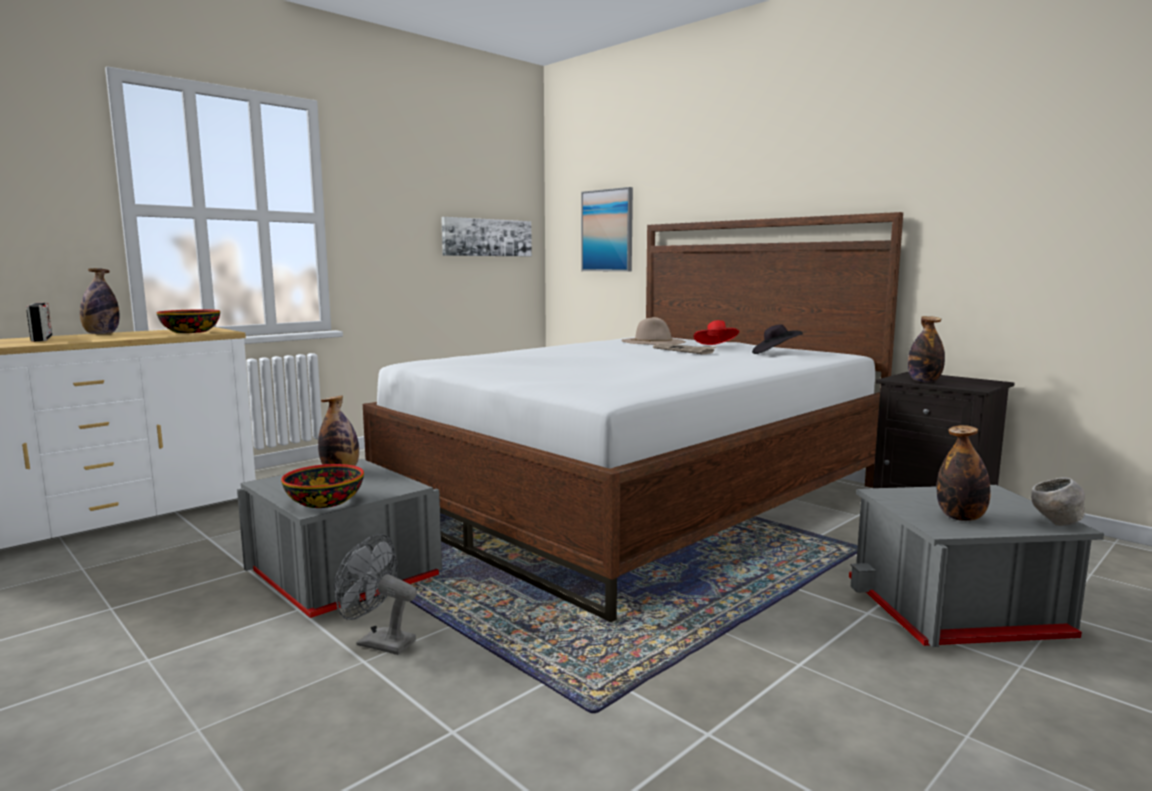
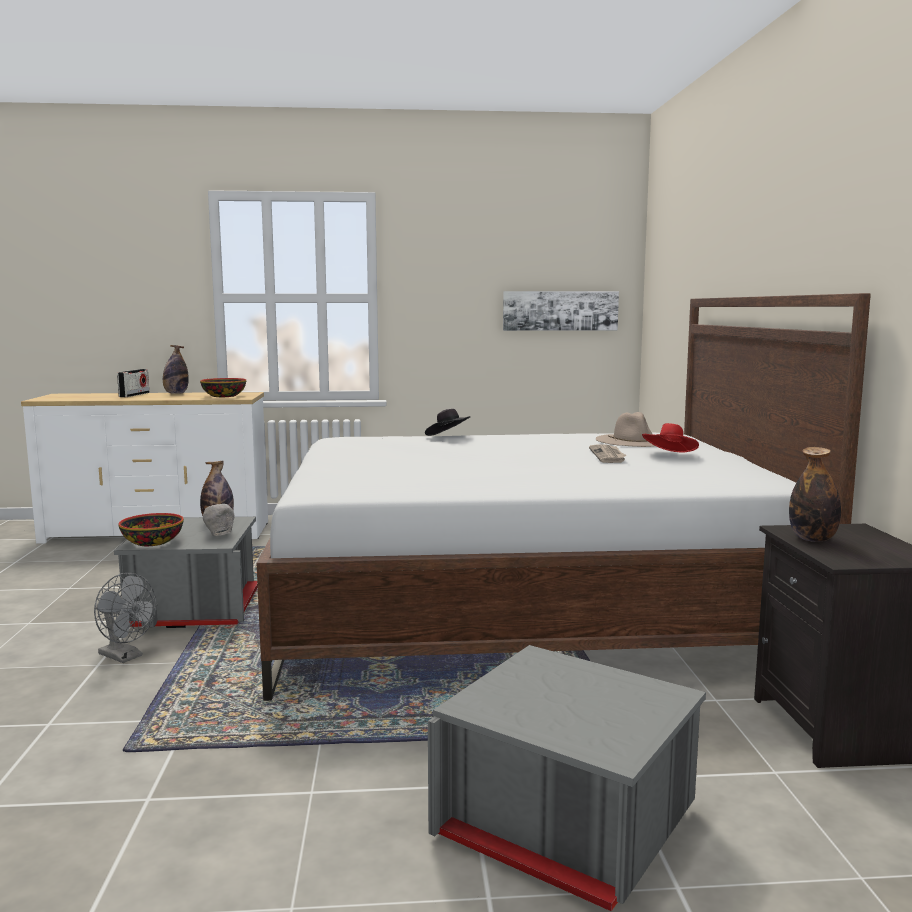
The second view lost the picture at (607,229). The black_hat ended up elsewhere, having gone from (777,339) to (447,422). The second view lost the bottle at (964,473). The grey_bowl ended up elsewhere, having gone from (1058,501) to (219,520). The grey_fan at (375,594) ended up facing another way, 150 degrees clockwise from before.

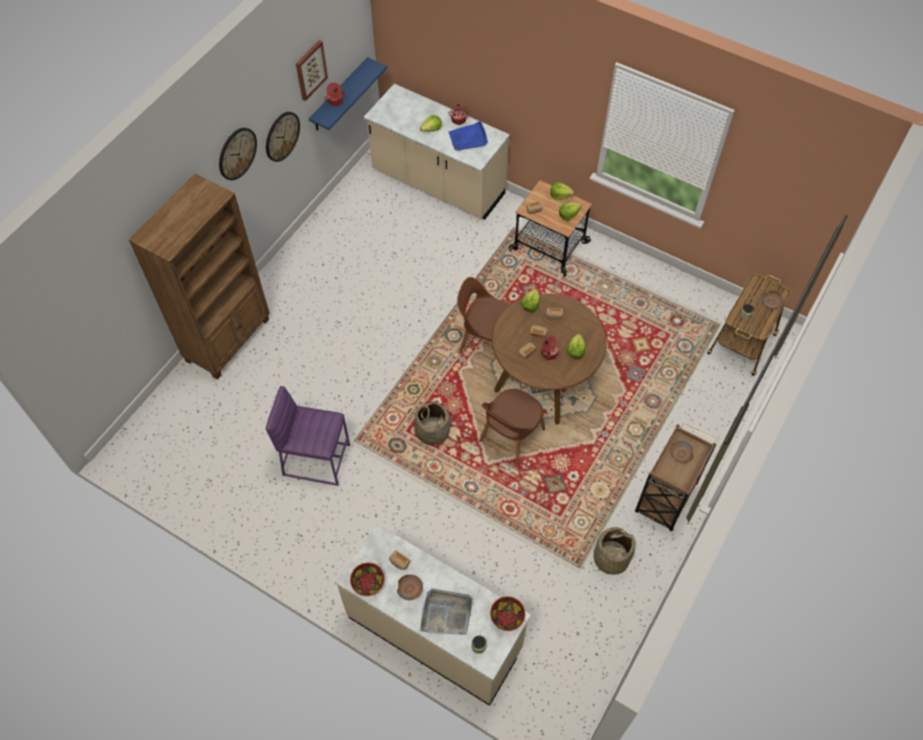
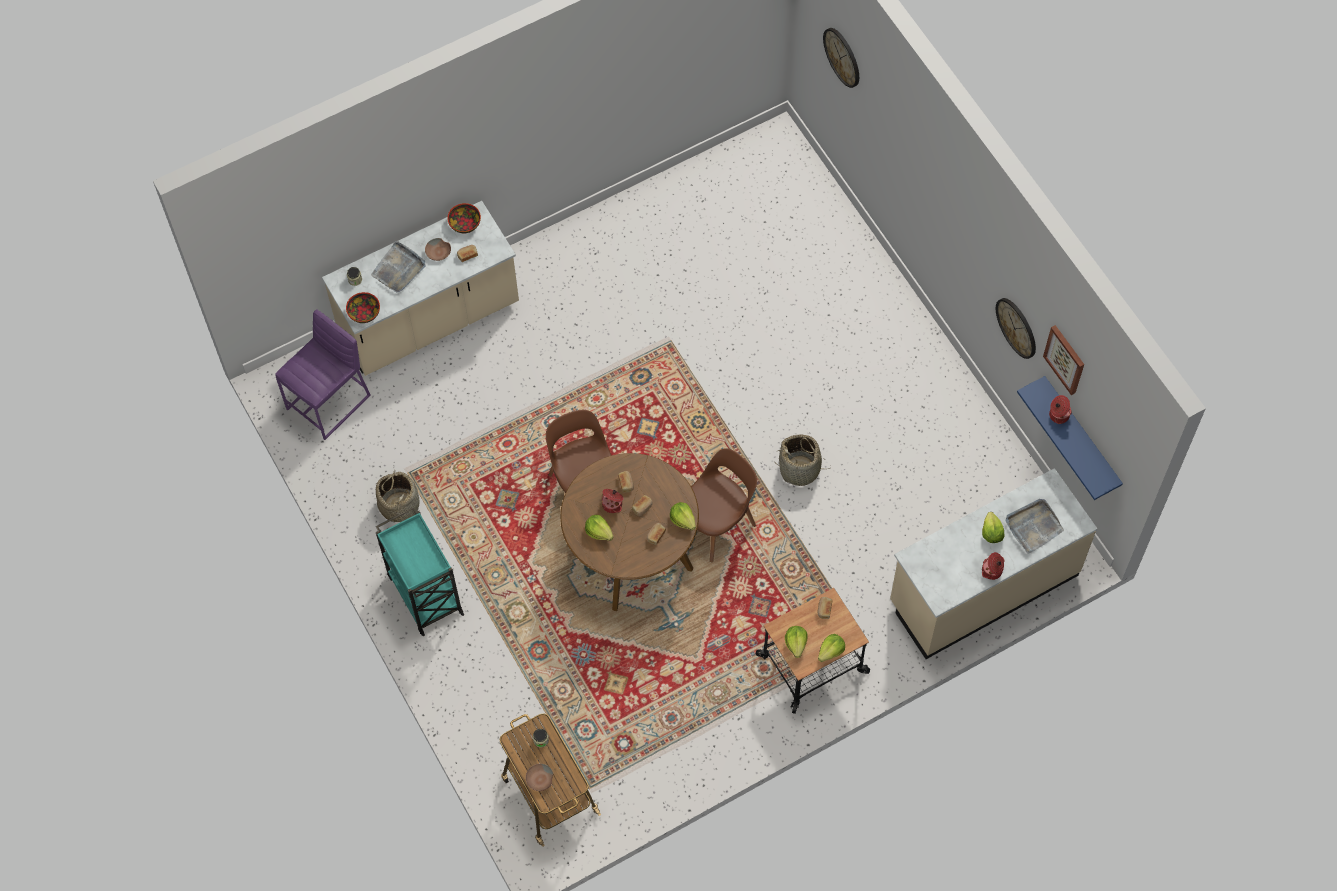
The second view lost the blue_tray at (468,136). The wall_clock ended up elsewhere, having gone from (238,154) to (841,58). The second view lost the brown_bookcase at (199,277). The purple_stool ended up elsewhere, having gone from (308,436) to (322,374). The basket ended up elsewhere, having gone from (432,424) to (802,460). What was the brown_cart at (675,476) turned into the turquoise_cart at (420,572). The second view lost the brown_bowl at (682,452). The second view gained the grey_tray at (1035,526).

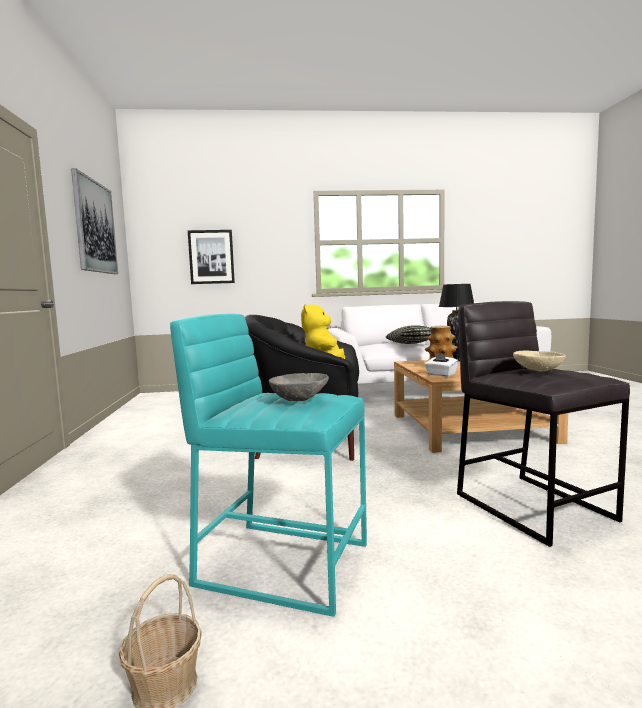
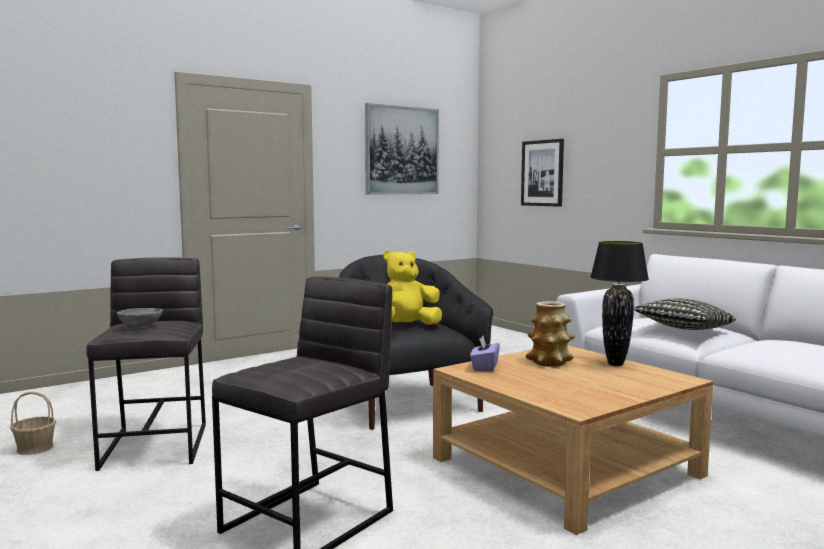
What was the turquoise_stool at (268,465) turned into the grey_stool at (146,364). The second view lost the beige_bowl at (539,361). What was the white_tissue_box at (441,365) turned into the purple_tissue_box at (485,354).

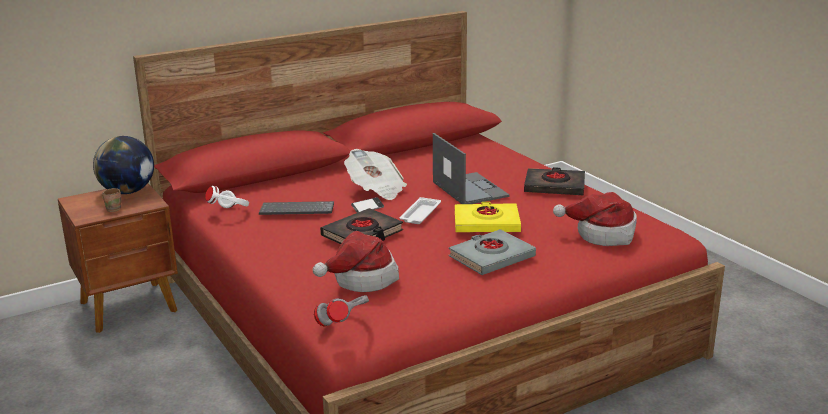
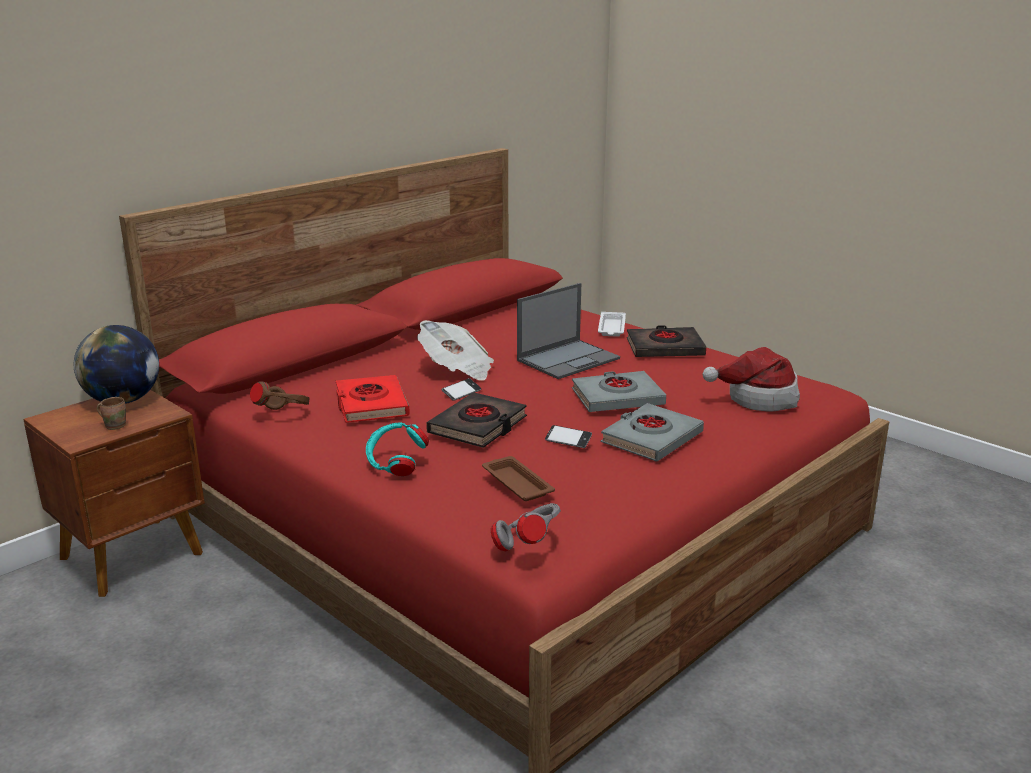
The laptop at (471,168) ended up facing another way, 90 degrees clockwise from before. What was the white_headphones at (227,197) turned into the brown_headphones at (279,395). The white_tray ended up elsewhere, having gone from (420,210) to (612,324). Where the keyboard stood at (296,208), the red_book came to stand at (373,399). What was the yellow_book at (488,217) turned into the grey_book at (619,391). Where the hat stood at (356,261), the brown_tray came to stand at (518,478). The second view gained the turquoise_headphones at (397,449). The second view gained the phone at (568,436).

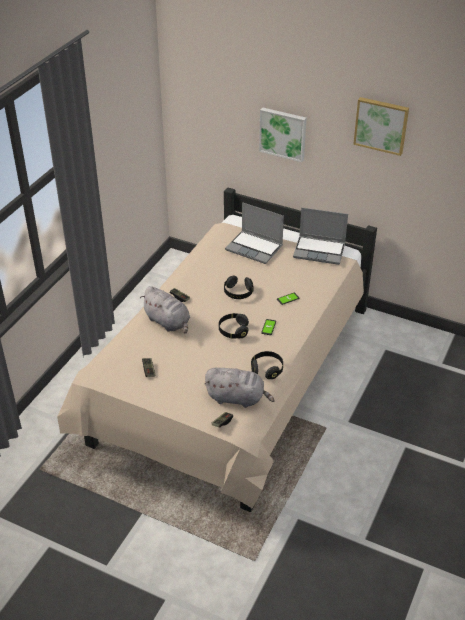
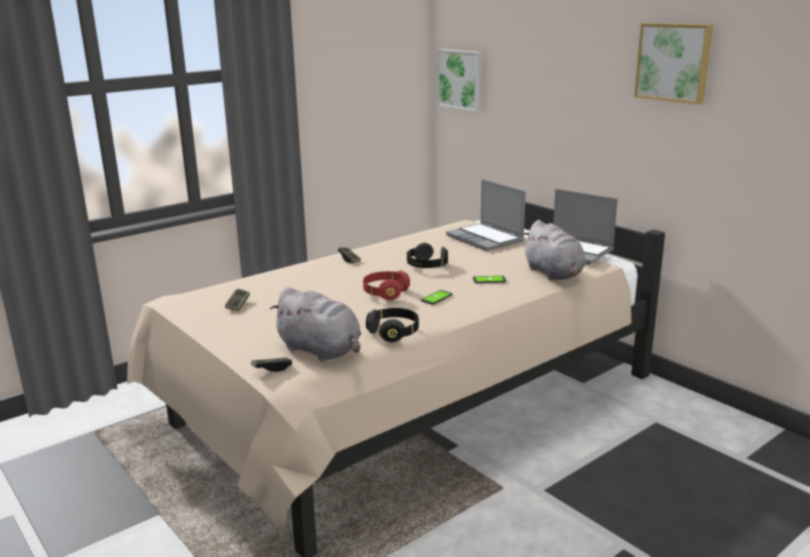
The picture ended up elsewhere, having gone from (283,134) to (460,80). The grey_plush_toy ended up elsewhere, having gone from (165,310) to (554,250). What was the black_headphones at (234,326) turned into the red_headphones at (386,285).

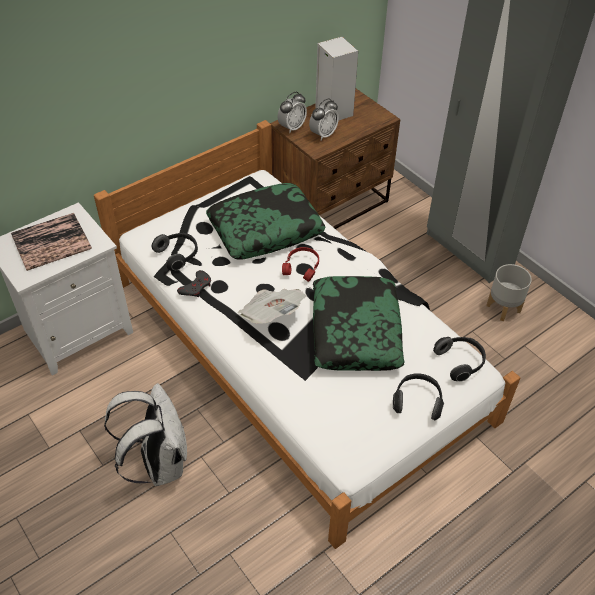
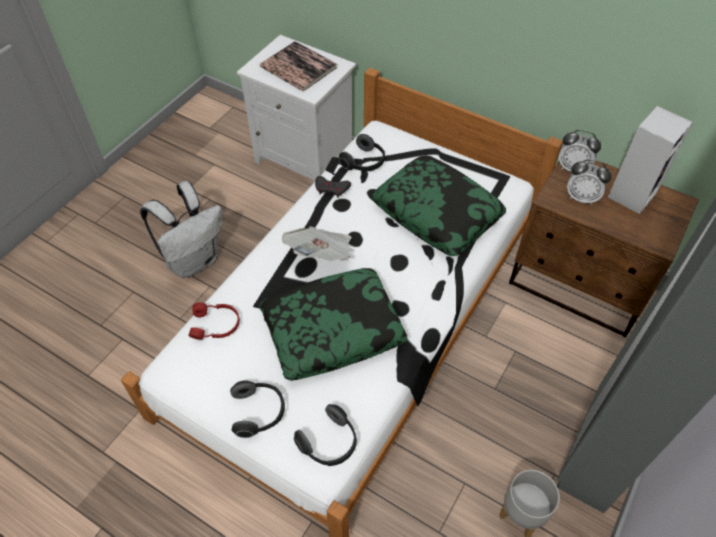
The red_headphones ended up elsewhere, having gone from (300,264) to (214,321).

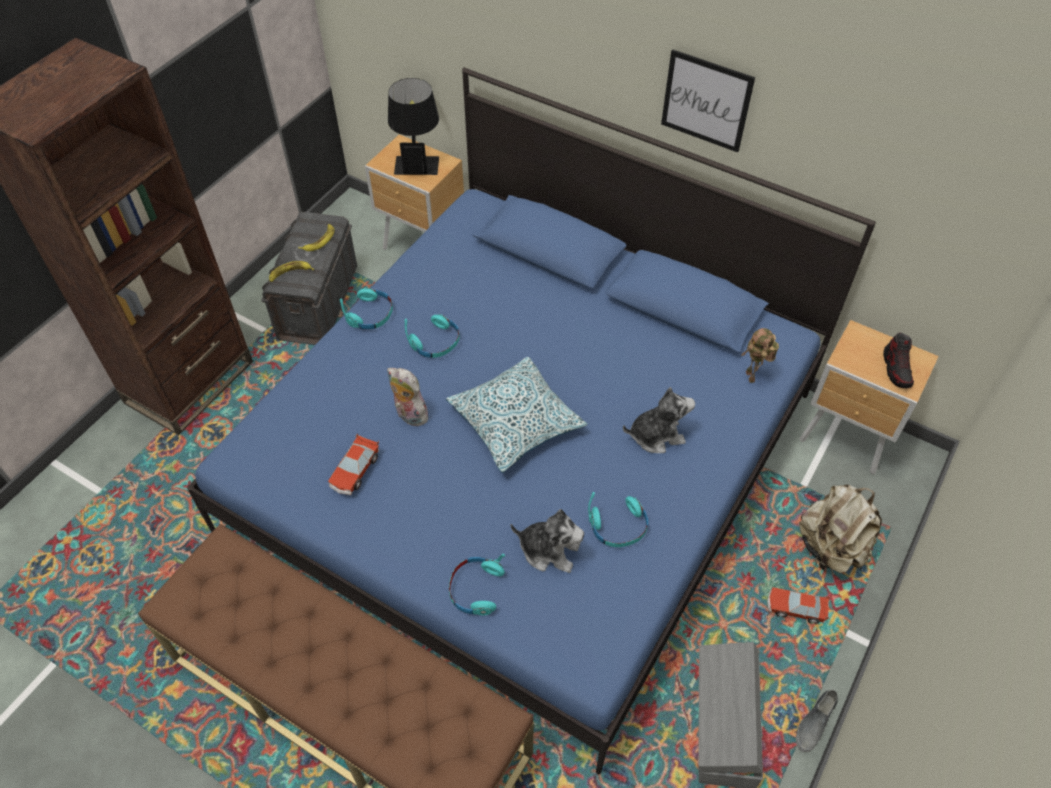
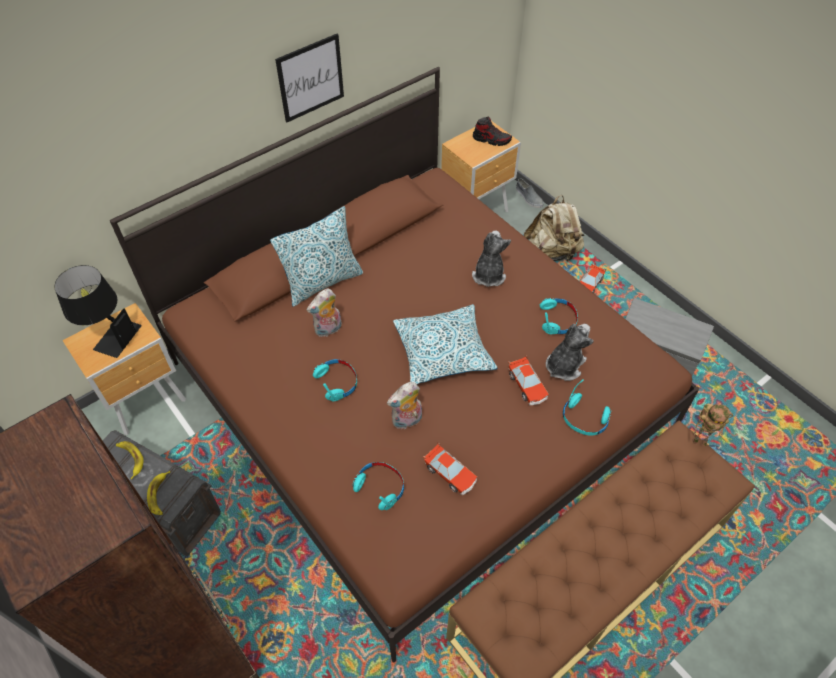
What was the blue_bed at (531,420) turned into the brown_bed at (404,364). The turquoise_headphones ended up elsewhere, having gone from (366,308) to (378,486). The toy_robot ended up elsewhere, having gone from (760,355) to (712,424). The grey_shoe ended up elsewhere, having gone from (817,721) to (530,193). The second view gained the pillow at (316,256). The second view gained the plush_toy at (324,313). The second view gained the toy_car at (528,380).

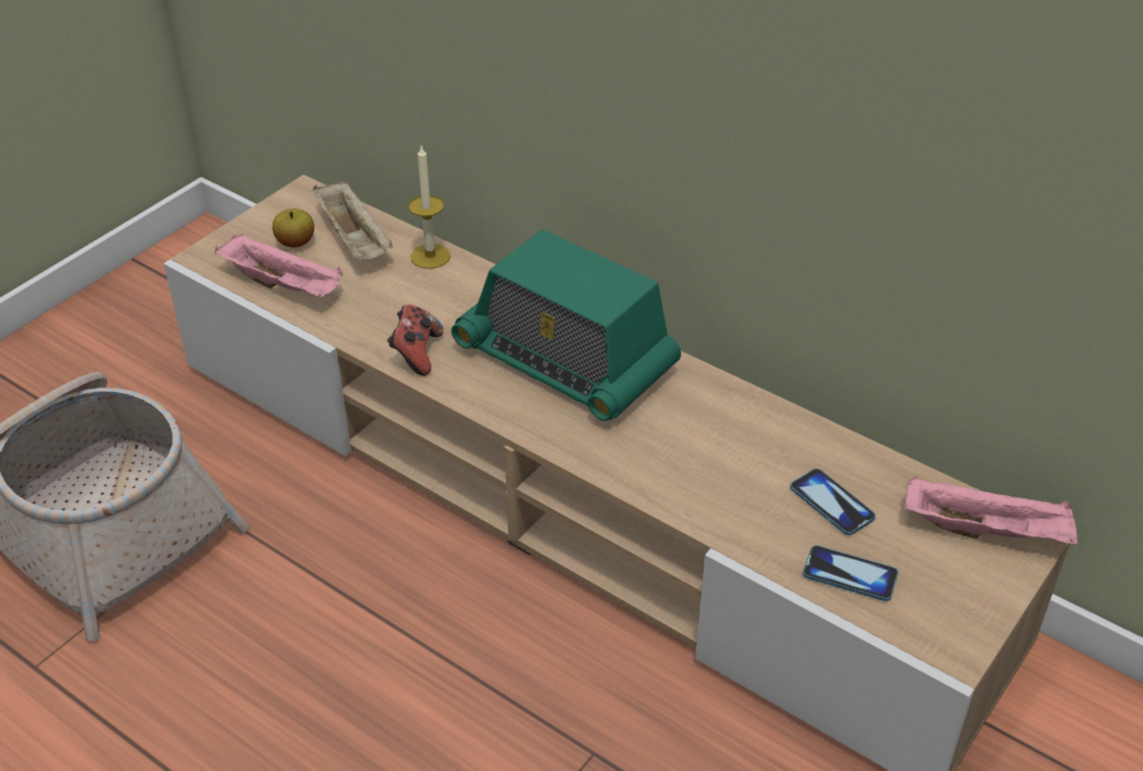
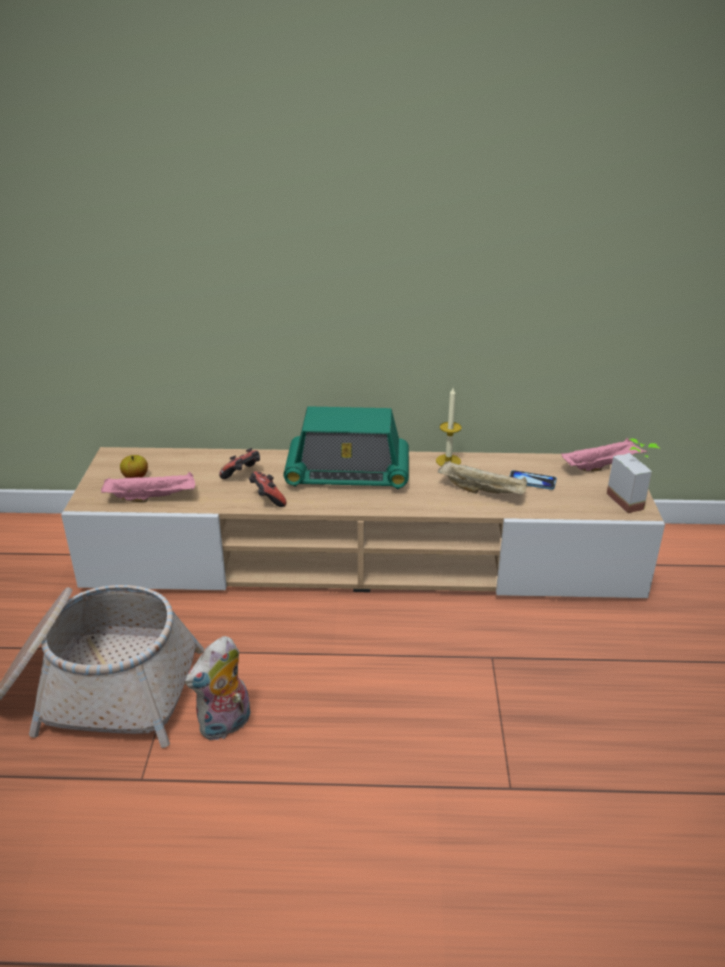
The candle ended up elsewhere, having gone from (430,207) to (449,427). The beige_tray ended up elsewhere, having gone from (353,220) to (482,478). The second view lost the phone at (851,573). The second view gained the potted_plant at (633,476). The second view gained the game_controller at (239,463). The second view gained the plush_toy at (218,688).

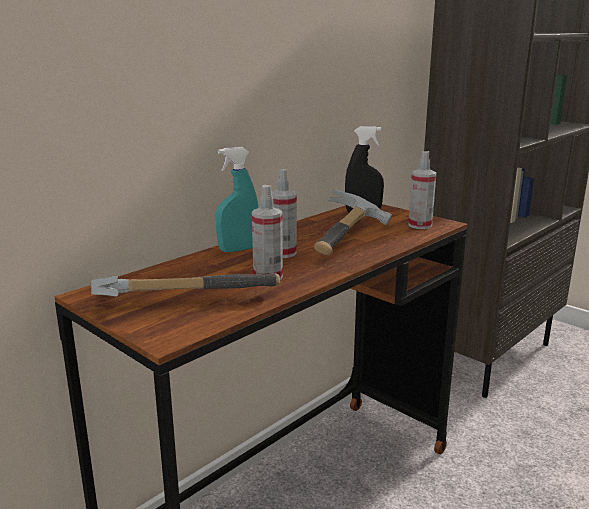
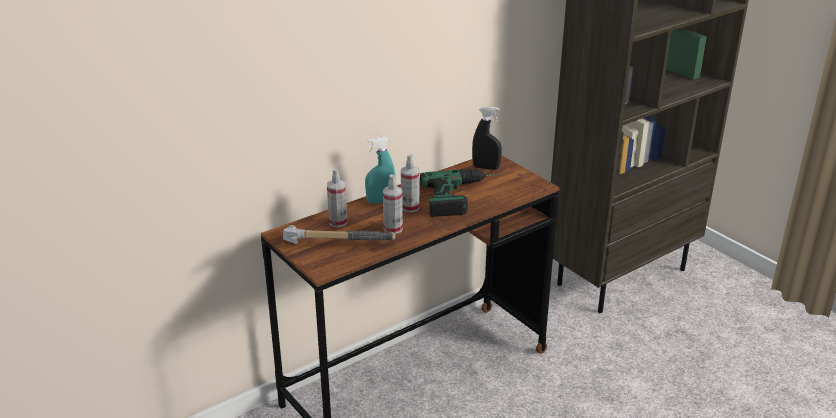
The spray_bottle ended up elsewhere, having gone from (422,190) to (337,197). Where the hammer stood at (353,222), the power_drill came to stand at (460,193).

